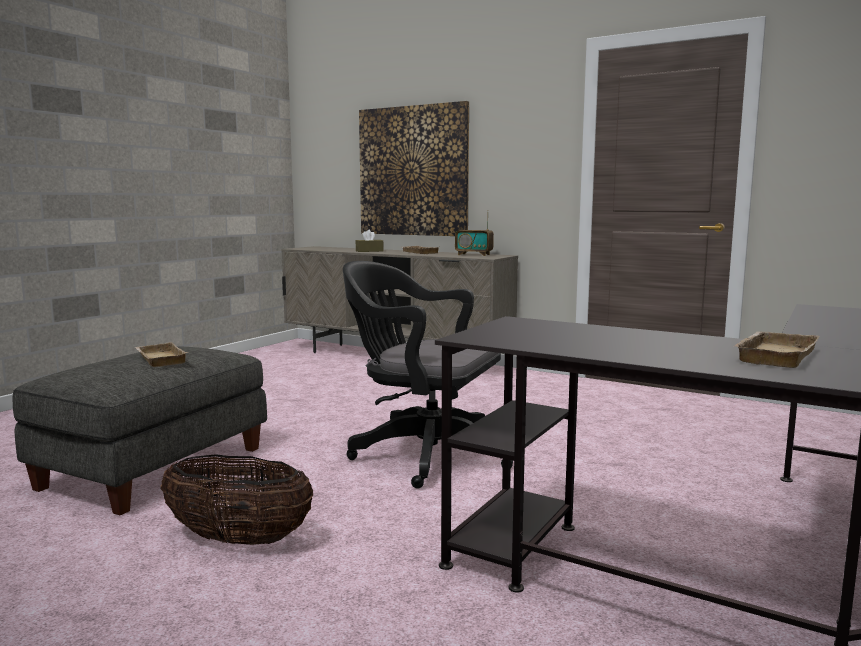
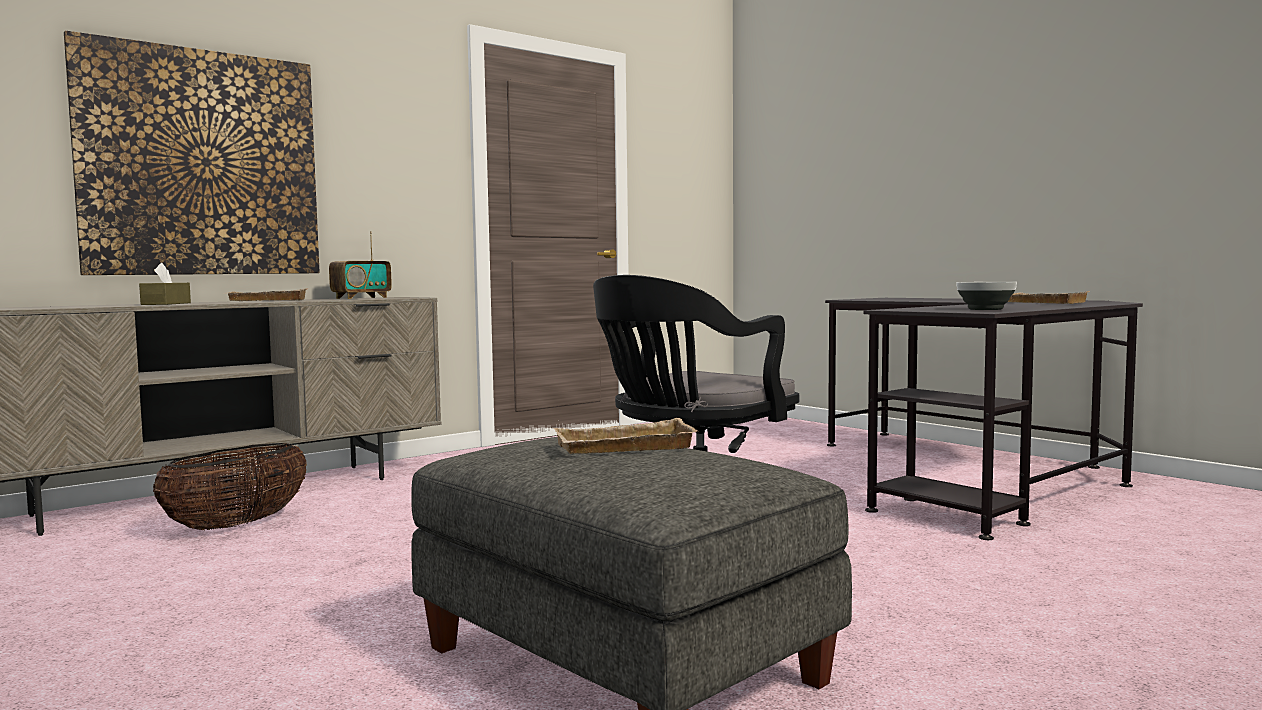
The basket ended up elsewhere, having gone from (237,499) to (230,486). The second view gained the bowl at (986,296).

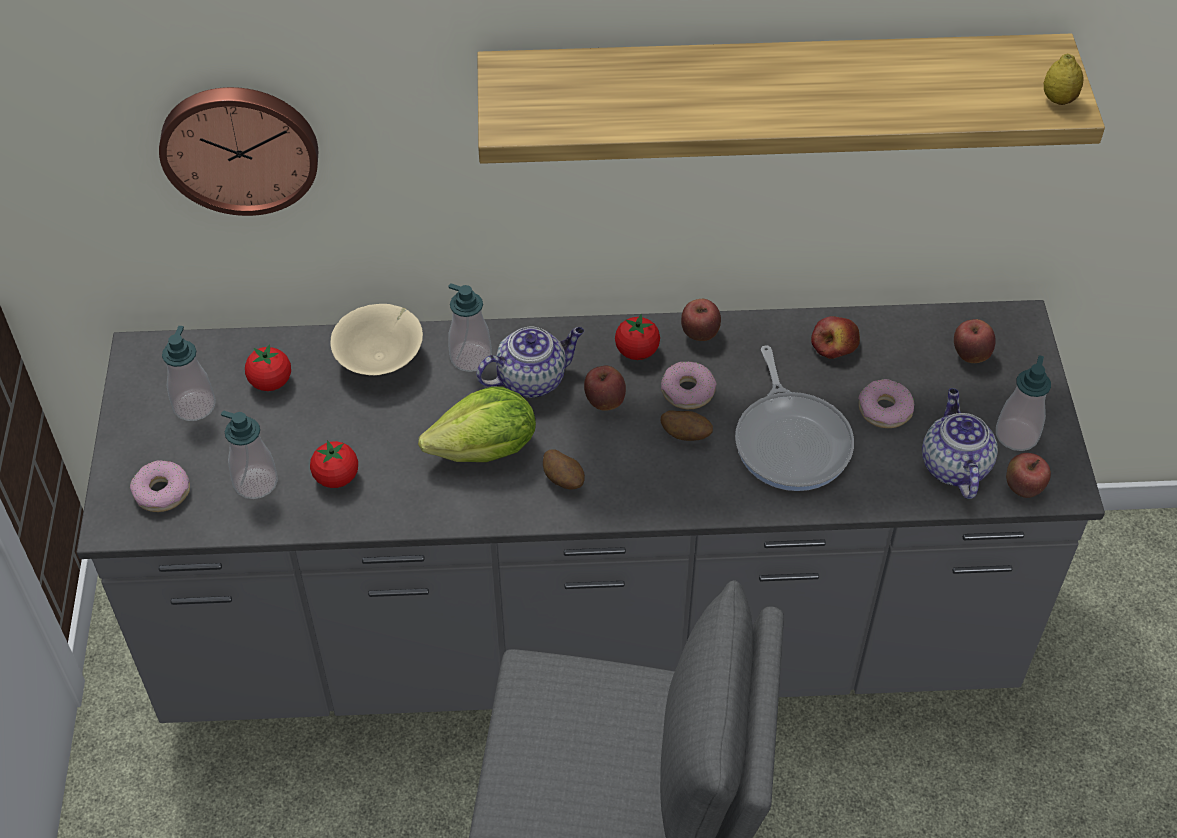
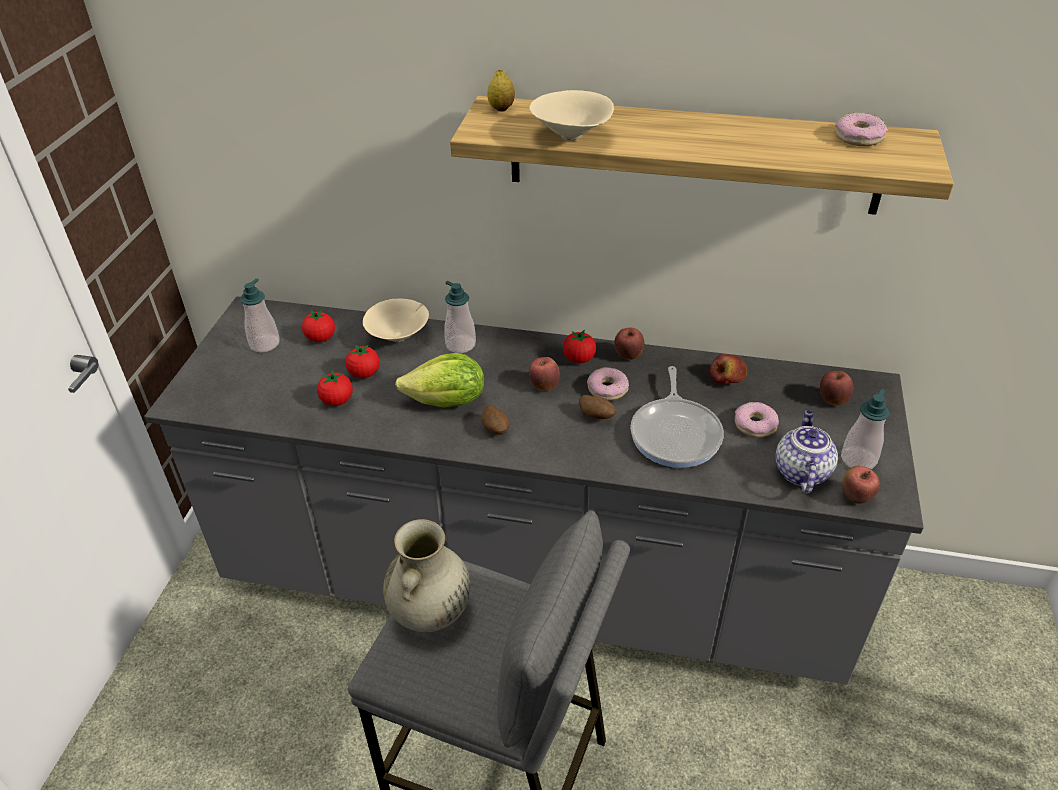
The lemon ended up elsewhere, having gone from (1063,79) to (501,91). The second view lost the wall_clock at (238,151). The second view lost the teapot at (530,362). The second view lost the soap_dispenser at (249,454). The donut ended up elsewhere, having gone from (160,486) to (861,129). The second view gained the beige_bowl at (571,115). The second view gained the tomato at (362,361). The second view gained the beige_vase at (427,575).

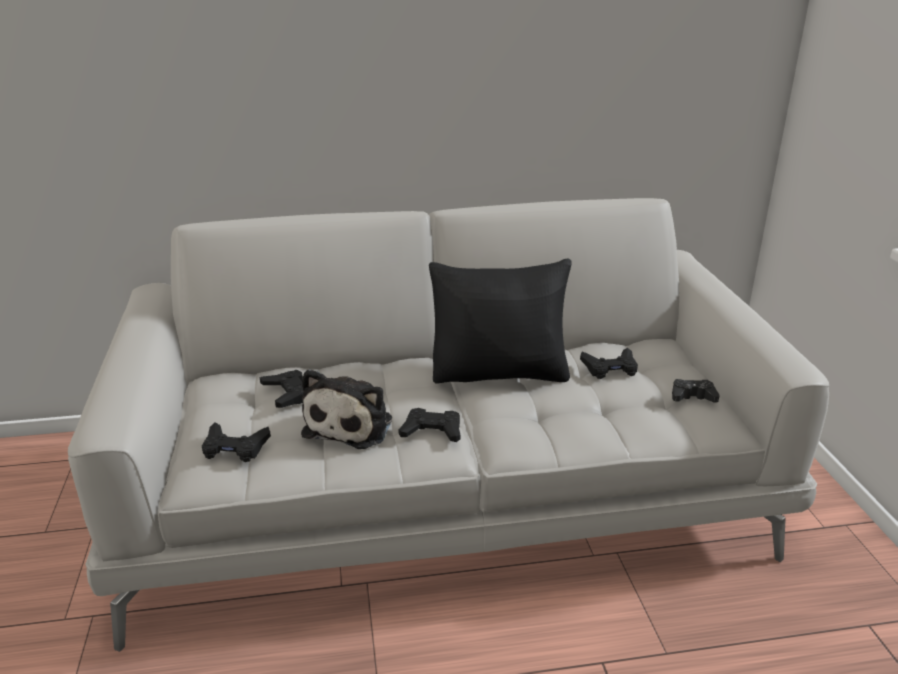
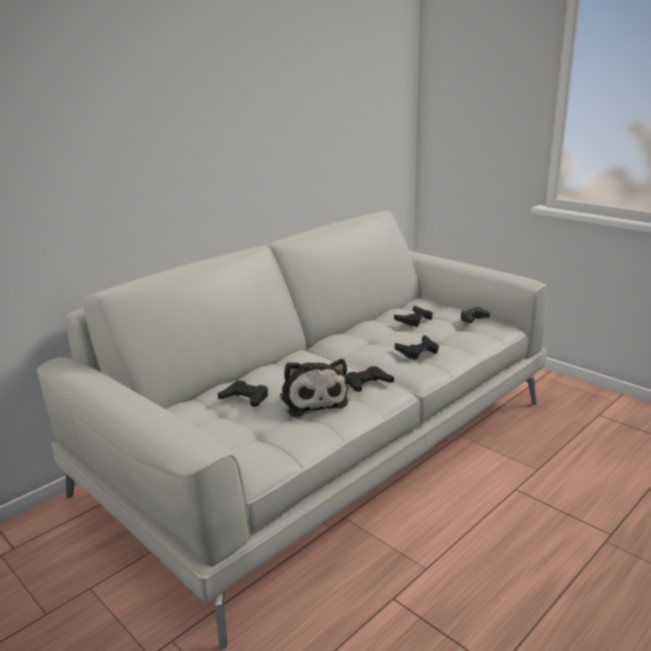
The second view lost the black_pillow at (500,320). The black_game_controller ended up elsewhere, having gone from (236,442) to (417,347).

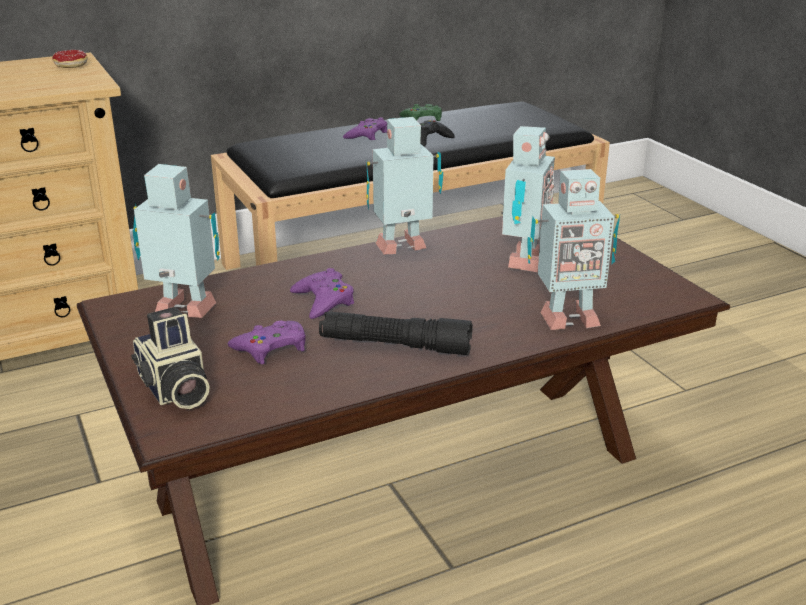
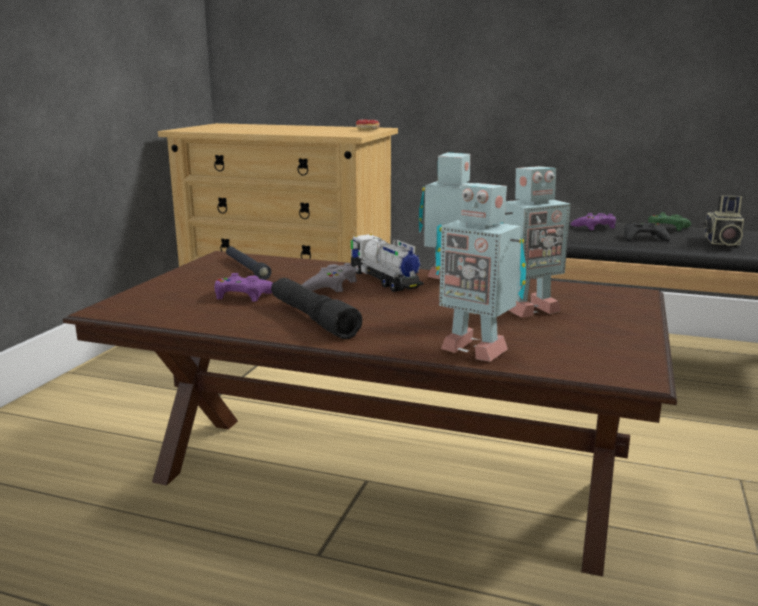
Where the toy_robot stood at (176,241), the black_flashlight came to stand at (249,263). What was the purple_game_controller at (322,293) turned into the grey_game_controller at (329,278). The photo_camera ended up elsewhere, having gone from (170,358) to (723,220). The second view gained the toy_truck at (387,263).

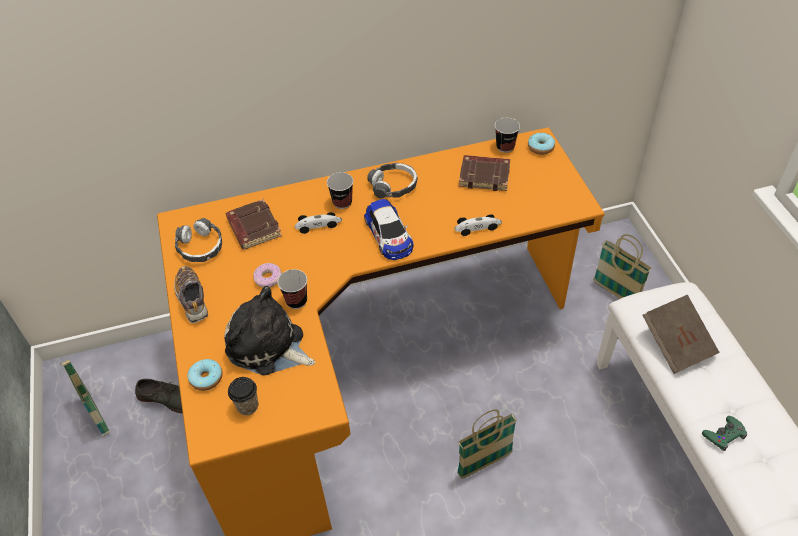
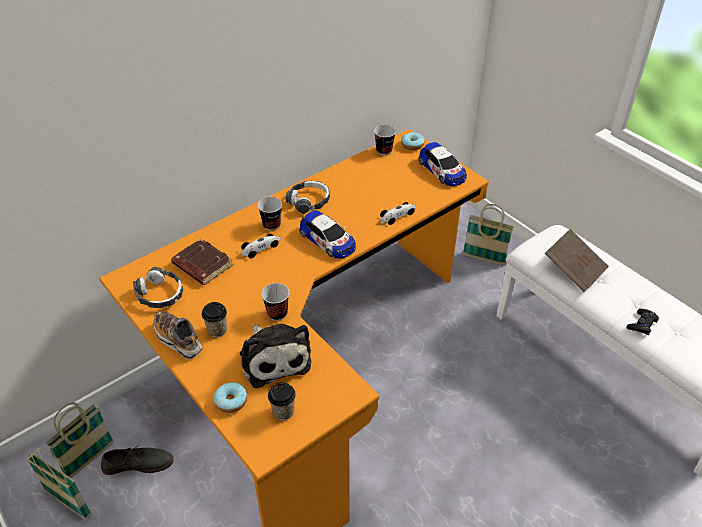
The second view lost the brown_book at (484,173). The second view lost the donut at (267,275). The plush_toy at (269,330) ended up facing another way, 120 degrees counterclockwise from before. The basket ended up elsewhere, having gone from (487,444) to (79,440). What was the green_game_controller at (725,433) turned into the black_game_controller at (642,322). The second view gained the toy_car at (443,164). The second view gained the cup at (214,319).

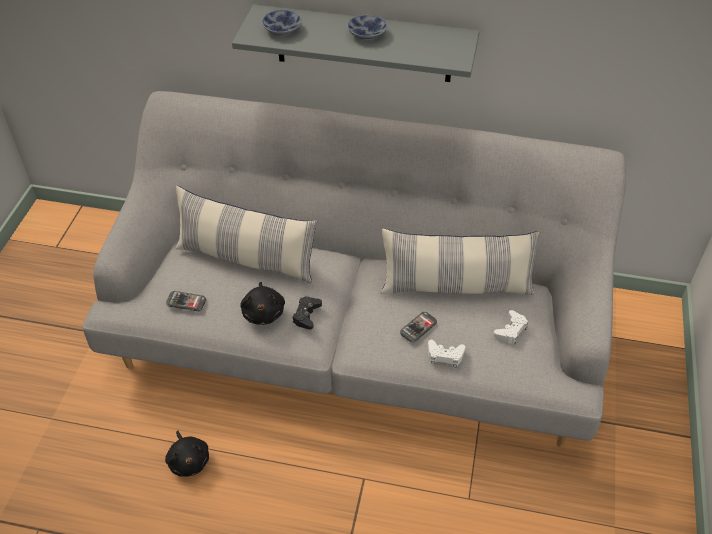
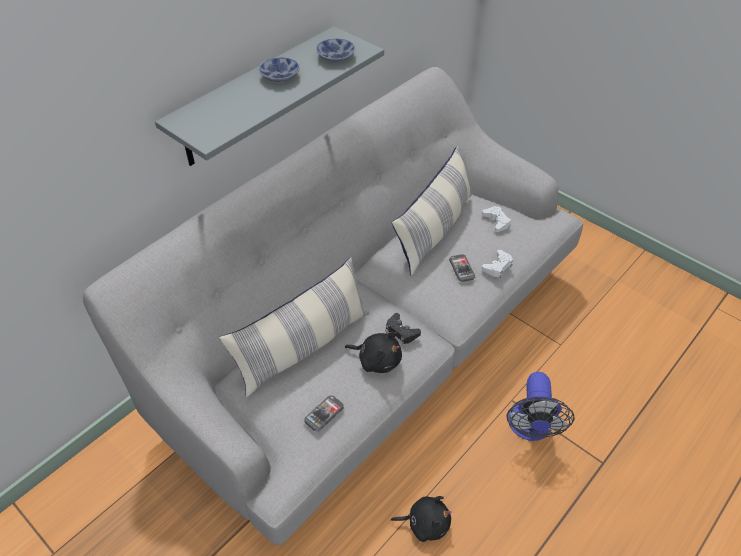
The bowl ended up elsewhere, having gone from (282,23) to (335,50). The second view gained the fan at (541,406).

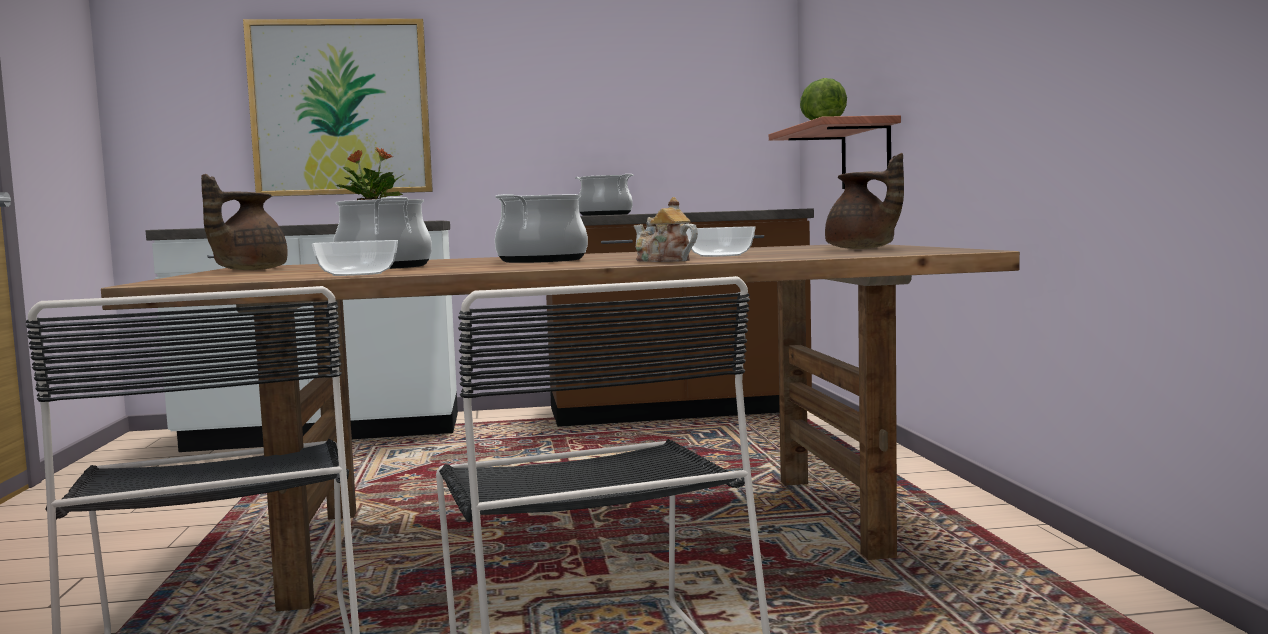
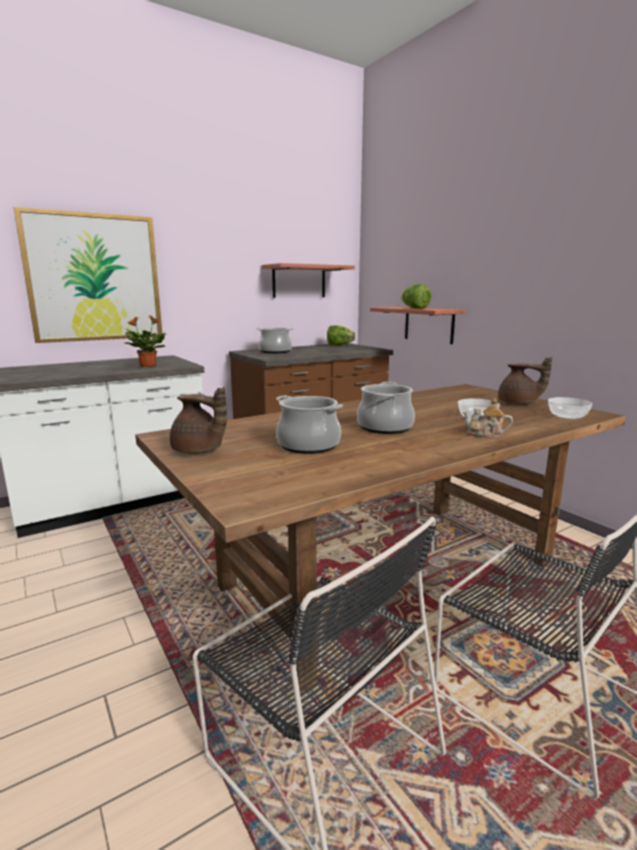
The brown_teapot at (244,222) ended up facing another way, 60 degrees counterclockwise from before. The bowl ended up elsewhere, having gone from (355,258) to (570,408). The second view gained the shelf at (308,280). The second view gained the lettuce at (341,335).

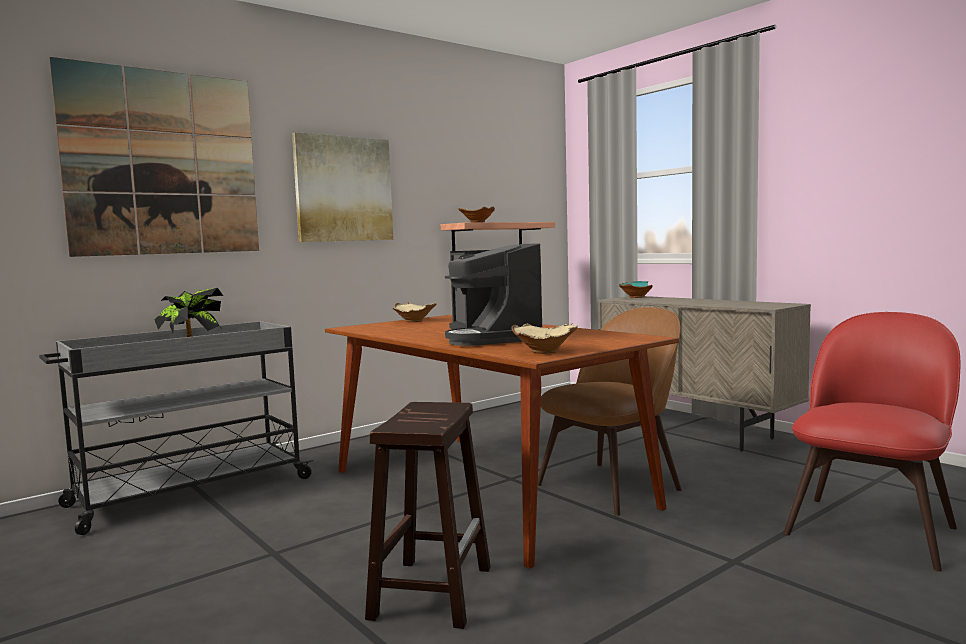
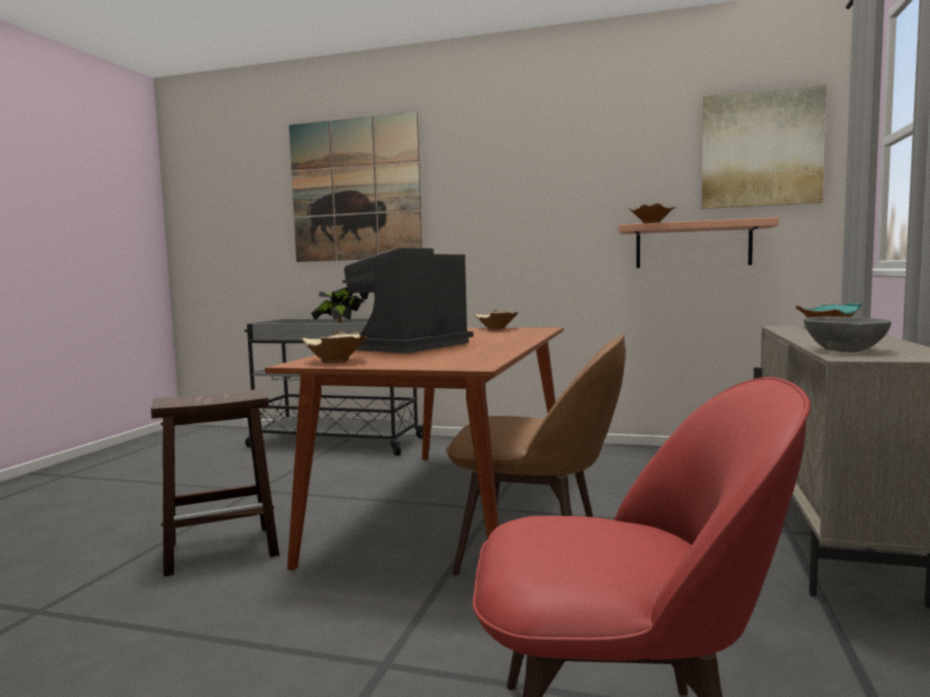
The picture ended up elsewhere, having gone from (342,187) to (764,146). The second view gained the grey_bowl at (847,334).

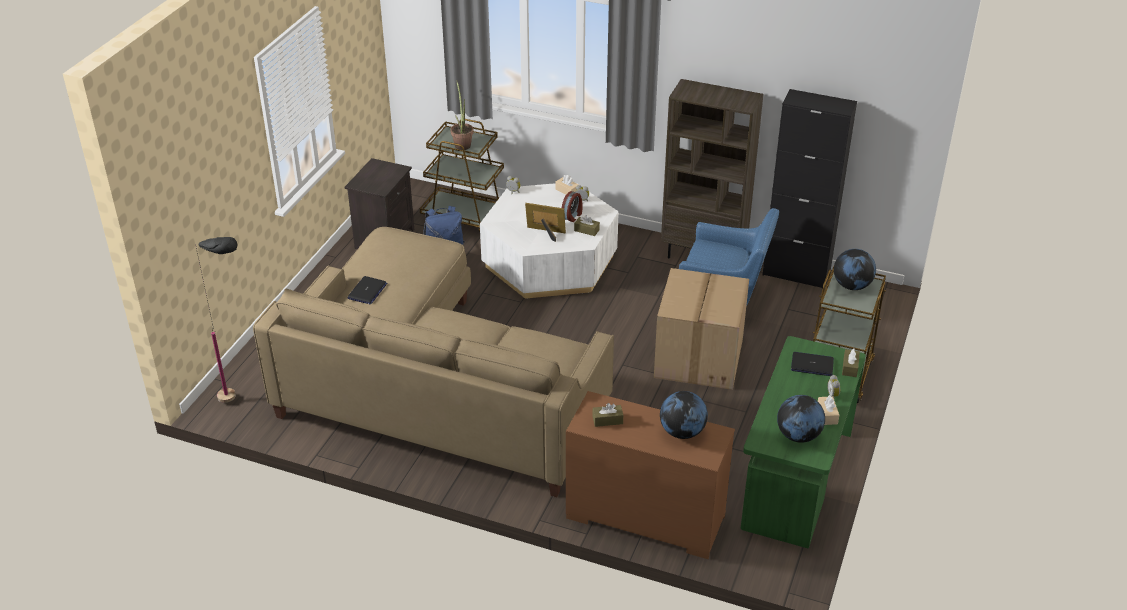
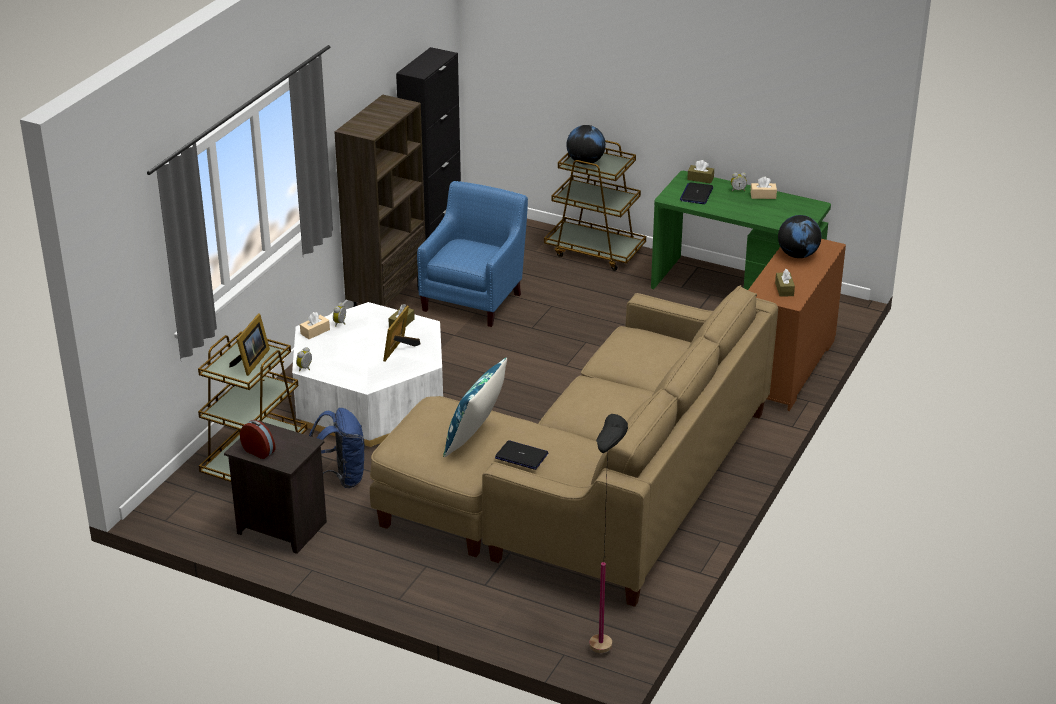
Where the potted_plant stood at (462,115), the picture_frame came to stand at (249,344). The alarm_clock ended up elsewhere, having gone from (572,206) to (257,439). The second view lost the cardboard_box at (701,329). The second view lost the globe at (801,419). The second view gained the blue_pillow at (475,407).

